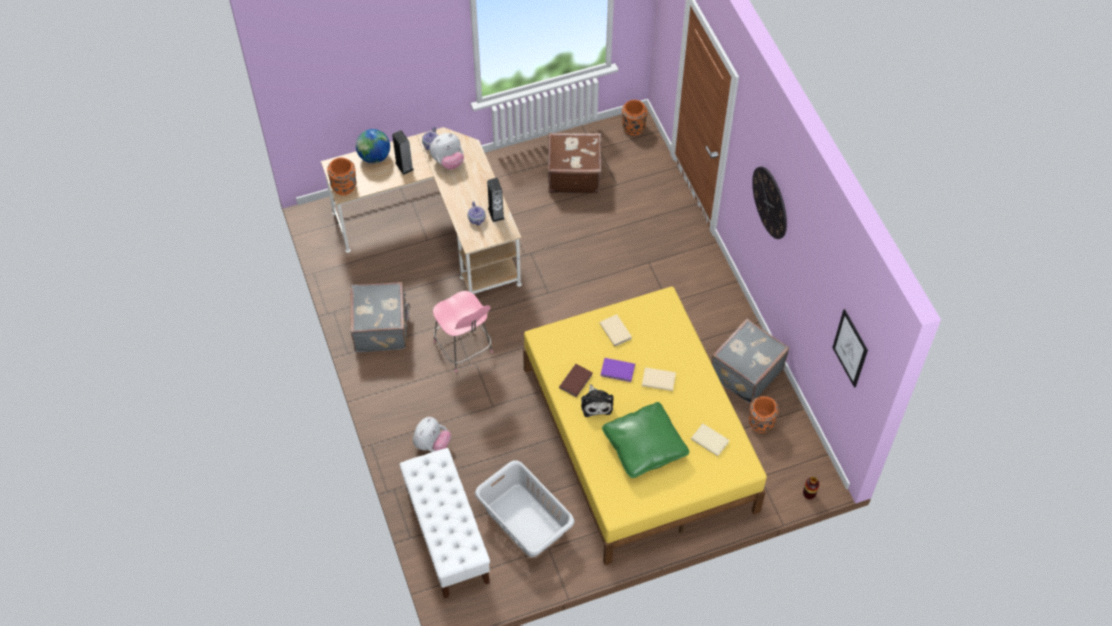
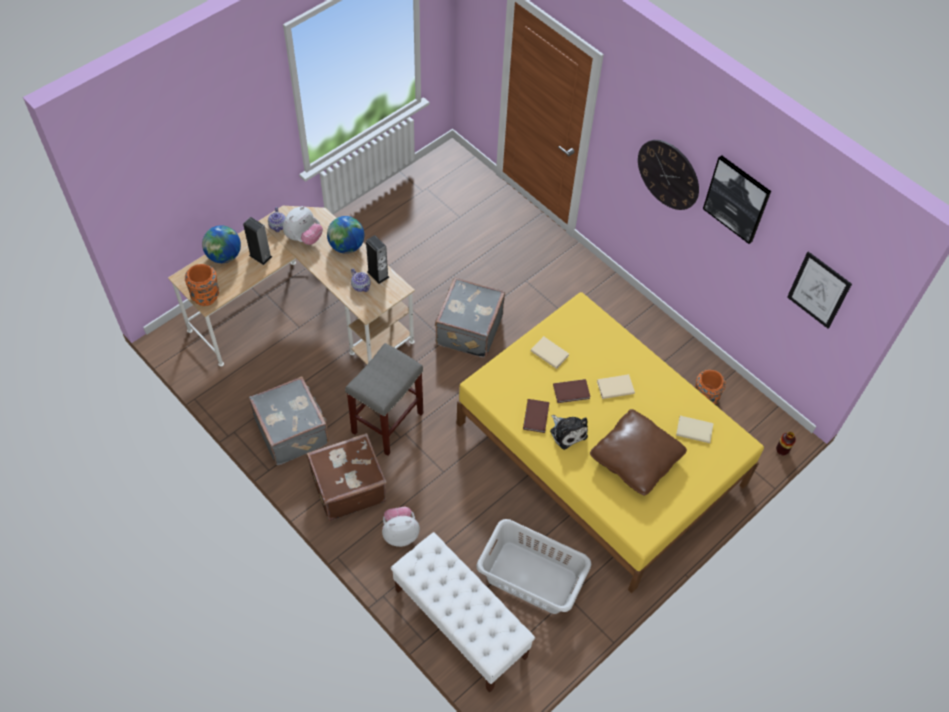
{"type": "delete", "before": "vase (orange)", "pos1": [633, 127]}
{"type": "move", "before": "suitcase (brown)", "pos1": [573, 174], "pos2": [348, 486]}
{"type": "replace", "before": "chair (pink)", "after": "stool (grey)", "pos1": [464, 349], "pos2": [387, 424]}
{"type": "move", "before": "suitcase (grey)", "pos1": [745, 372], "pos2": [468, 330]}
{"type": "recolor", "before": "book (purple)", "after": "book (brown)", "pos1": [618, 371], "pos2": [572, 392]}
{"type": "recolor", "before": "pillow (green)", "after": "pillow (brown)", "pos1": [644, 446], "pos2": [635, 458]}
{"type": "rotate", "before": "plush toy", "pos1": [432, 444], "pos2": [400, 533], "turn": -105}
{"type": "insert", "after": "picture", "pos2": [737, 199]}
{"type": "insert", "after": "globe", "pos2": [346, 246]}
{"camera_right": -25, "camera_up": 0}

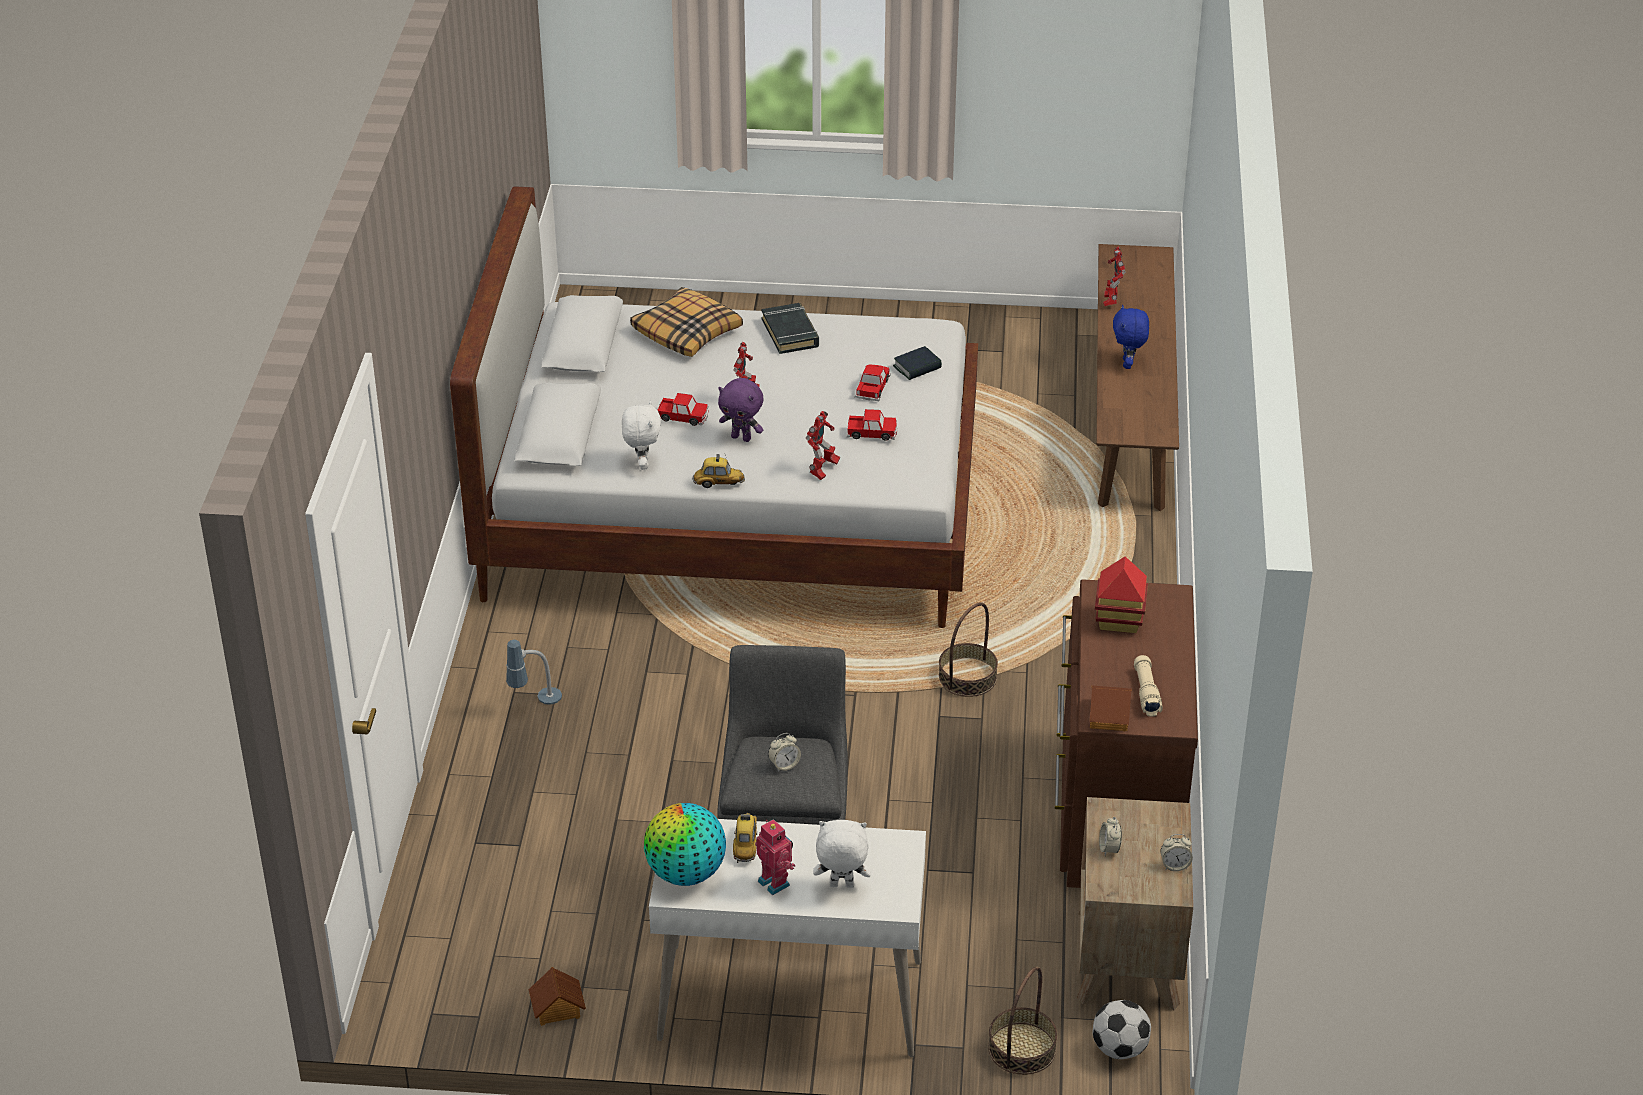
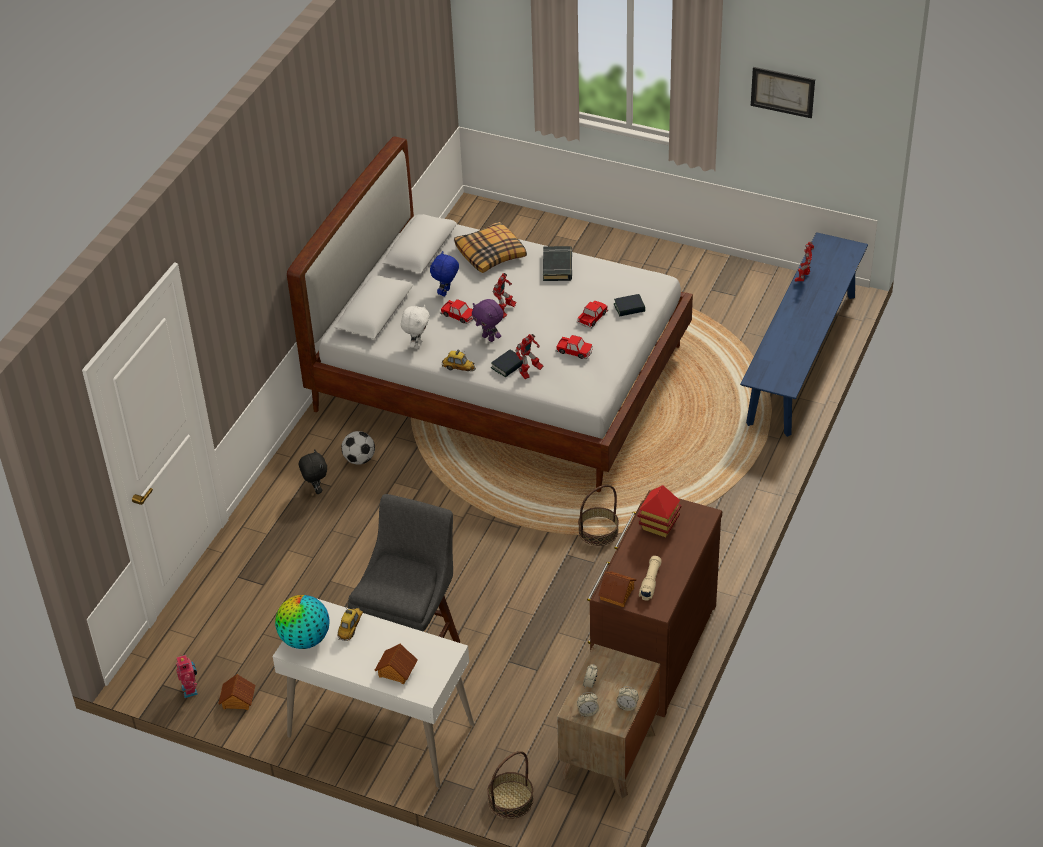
{"type": "recolor", "before": "bench (brown)", "after": "bench (blue)", "pos1": [1130, 412], "pos2": [802, 358]}
{"type": "move", "before": "plush toy (blue)", "pos1": [1128, 364], "pos2": [446, 292]}
{"type": "replace", "before": "table lamp", "after": "plush toy (black)", "pos1": [535, 704], "pos2": [316, 489]}
{"type": "move", "before": "alarm clock", "pos1": [784, 765], "pos2": [587, 712]}
{"type": "move", "before": "toy robot", "pos1": [775, 882], "pos2": [191, 690]}
{"type": "replace", "before": "plush toy (white)", "after": "toy house", "pos1": [841, 886], "pos2": [396, 671]}
{"type": "move", "before": "football", "pos1": [1119, 1049], "pos2": [359, 459]}
{"type": "insert", "after": "picture", "pos2": [782, 92]}
{"type": "insert", "after": "book", "pos2": [508, 366]}
{"camera_right": 20, "camera_up": 5}

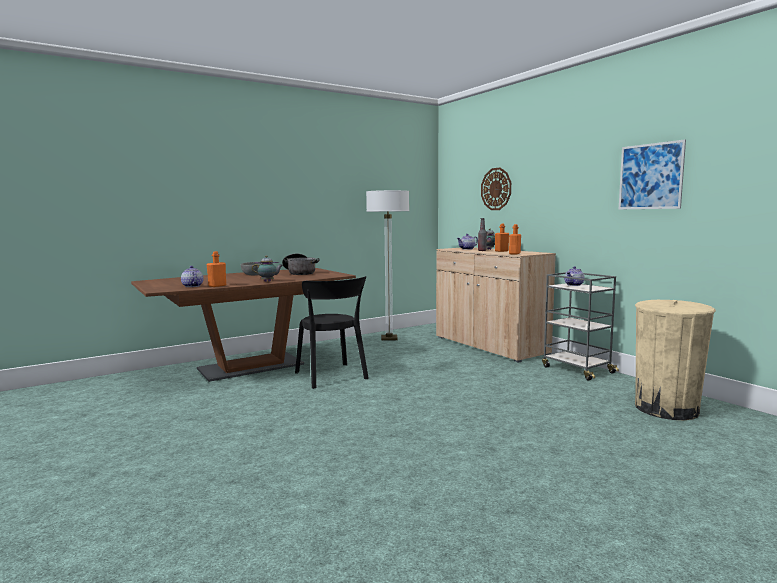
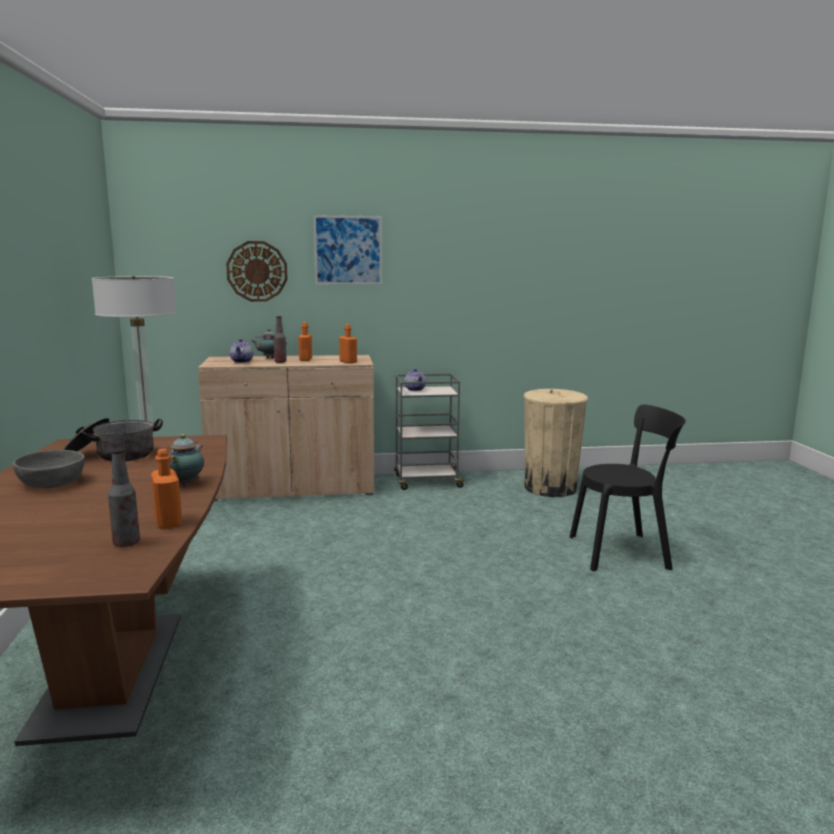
{"type": "move", "before": "picture", "pos1": [650, 176], "pos2": [348, 250]}
{"type": "replace", "before": "teapot", "after": "bottle", "pos1": [192, 286], "pos2": [126, 543]}
{"type": "move", "before": "chair (black)", "pos1": [332, 377], "pos2": [623, 552]}
{"camera_right": -65, "camera_up": 5}

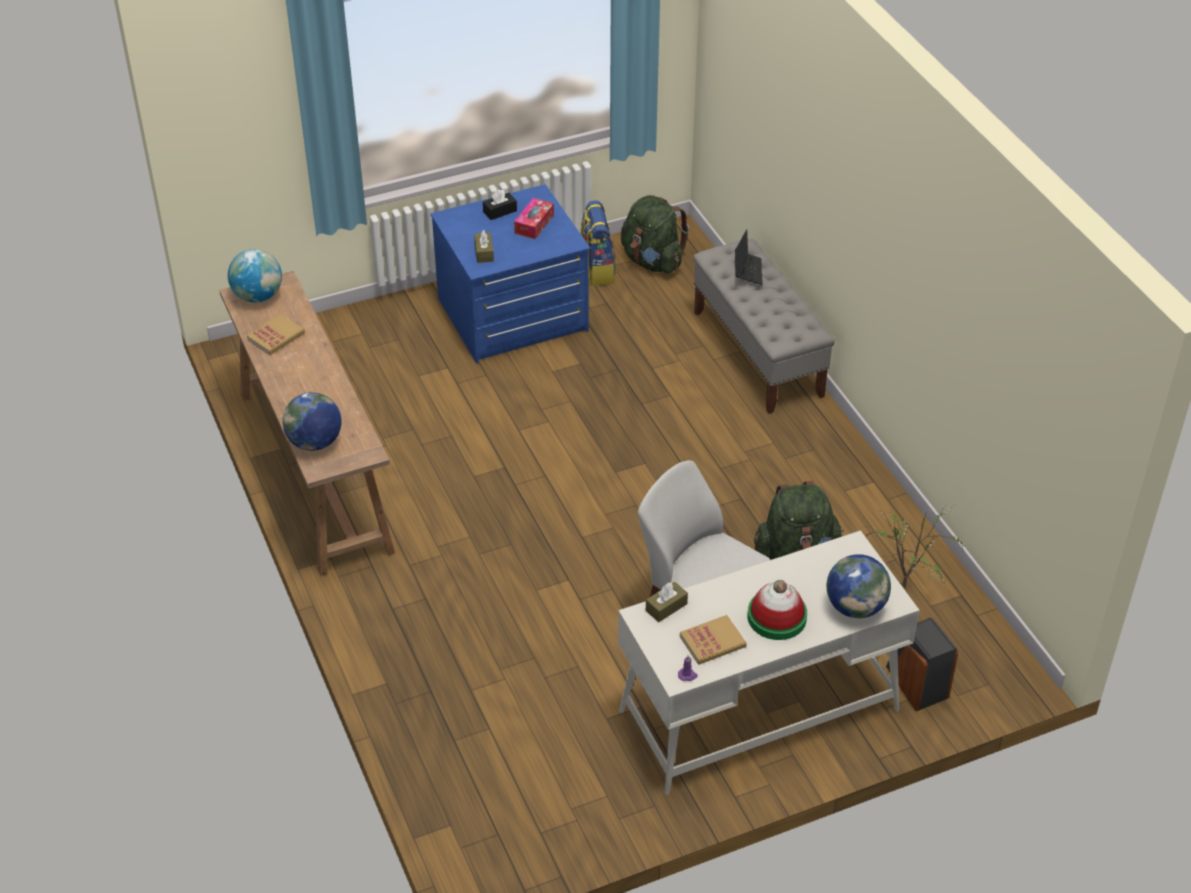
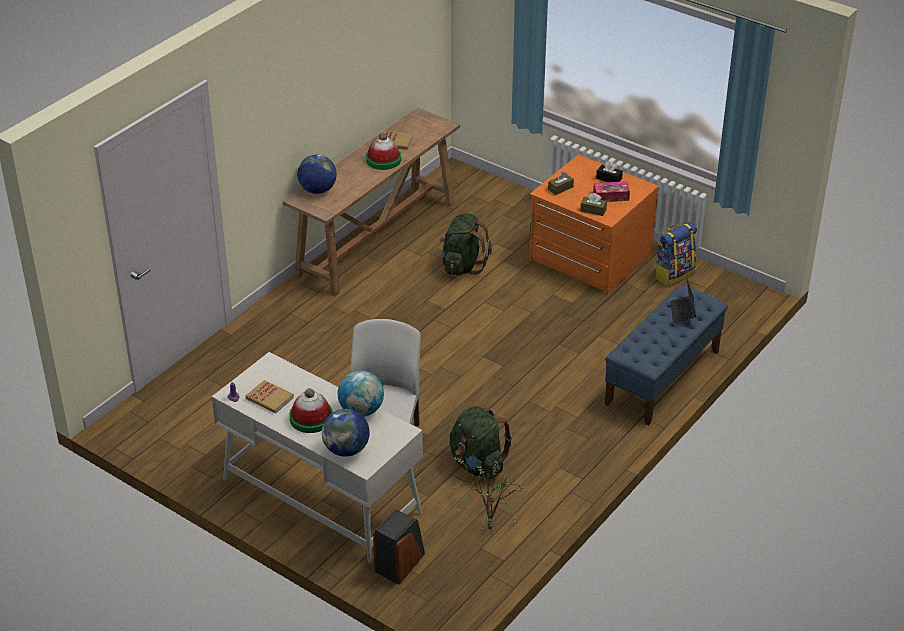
{"type": "recolor", "before": "dresser (blue)", "after": "dresser (orange)", "pos1": [513, 316], "pos2": [589, 258]}
{"type": "move", "before": "backpack (green)", "pos1": [652, 261], "pos2": [462, 265]}
{"type": "rotate", "before": "laptop", "pos1": [748, 271], "pos2": [682, 312], "turn": 120}
{"type": "recolor", "before": "bench (grey)", "after": "bench (blue)", "pos1": [758, 354], "pos2": [662, 378]}
{"type": "move", "before": "globe", "pos1": [258, 296], "pos2": [361, 410]}
{"type": "move", "before": "tissue box (brown)", "pos1": [666, 607], "pos2": [593, 210]}
{"type": "insert", "after": "hat", "pos2": [383, 160]}
{"camera_right": 60, "camera_up": -5}

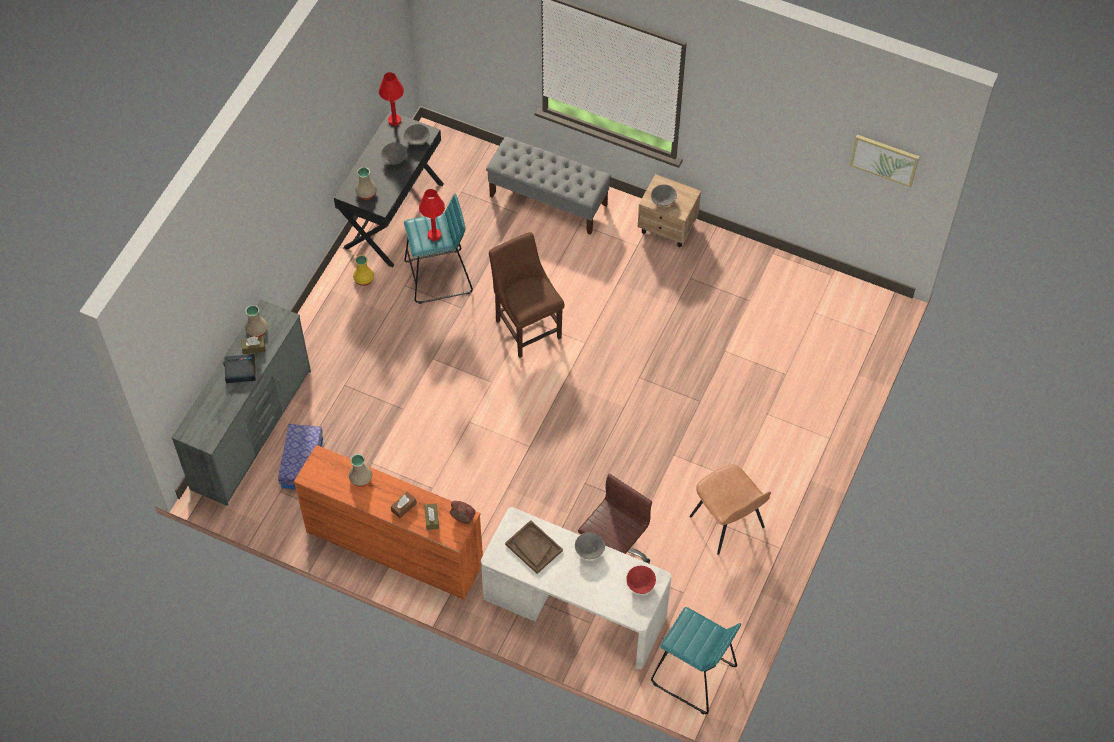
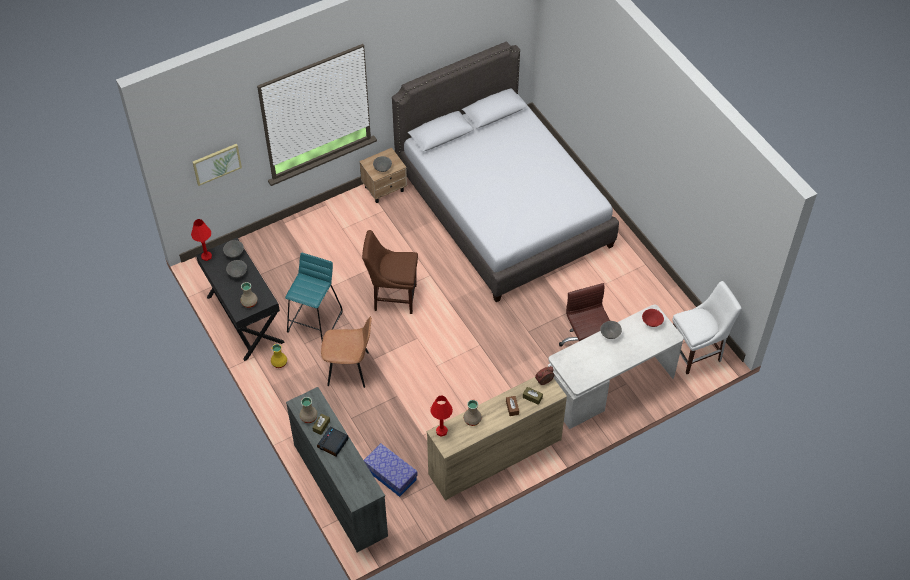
{"type": "move", "before": "picture", "pos1": [884, 159], "pos2": [216, 164]}
{"type": "delete", "before": "bench (grey)", "pos1": [549, 200]}
{"type": "move", "before": "table lamp (red)", "pos1": [434, 235], "pos2": [441, 431]}
{"type": "recolor", "before": "dresser (orange)", "after": "dresser (beige)", "pos1": [394, 547], "pos2": [494, 456]}
{"type": "move", "before": "chair (brown)", "pos1": [728, 523], "pos2": [349, 369]}
{"type": "delete", "before": "tray (brown)", "pos1": [533, 547]}
{"type": "replace", "before": "stool (turquoise)", "after": "chair (white)", "pos1": [694, 676], "pos2": [697, 353]}
{"type": "insert", "after": "bed (grey)", "pos2": [503, 208]}
{"camera_right": -55, "camera_up": -5}

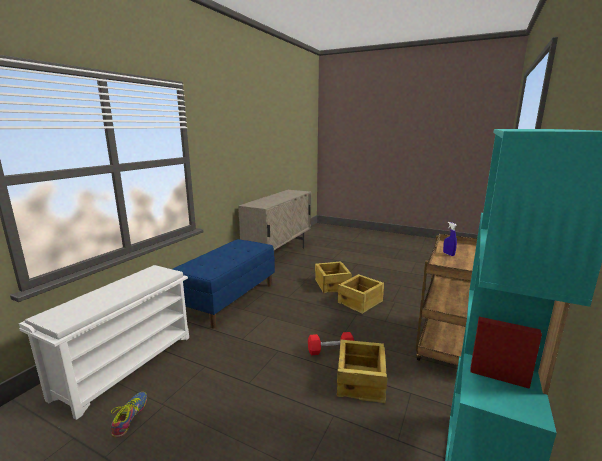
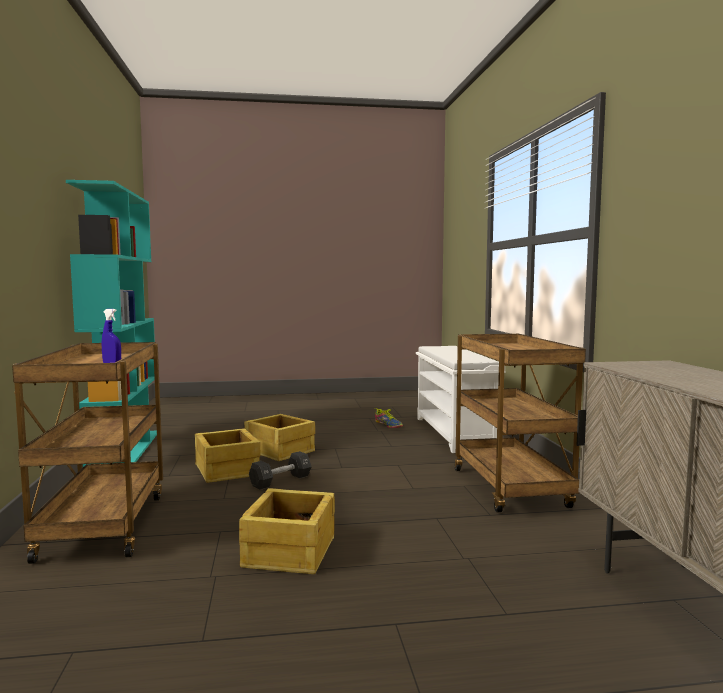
{"type": "replace", "before": "bench (blue)", "after": "cart (brown)", "pos1": [229, 299], "pos2": [512, 489]}
{"type": "move", "before": "crate", "pos1": [332, 285], "pos2": [279, 451]}
{"type": "recolor", "before": "dumbbell (red)", "after": "dumbbell (black)", "pos1": [330, 350], "pos2": [280, 481]}
{"camera_right": 145, "camera_up": -10}

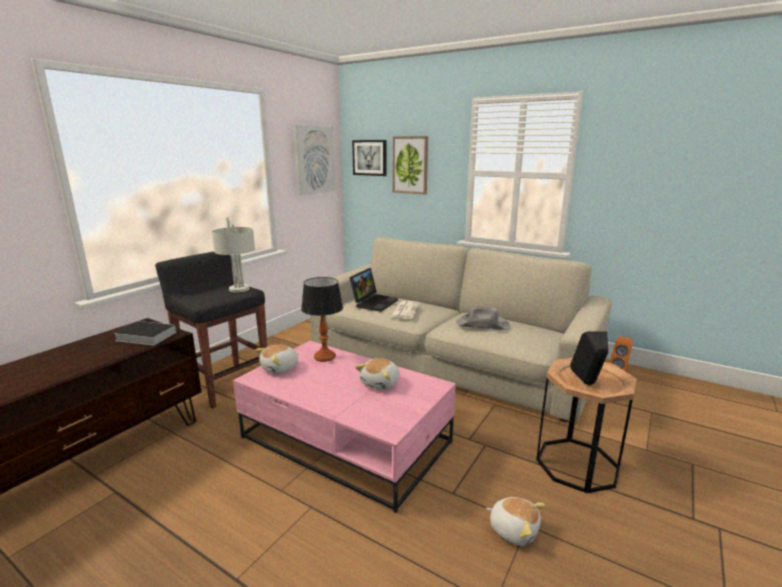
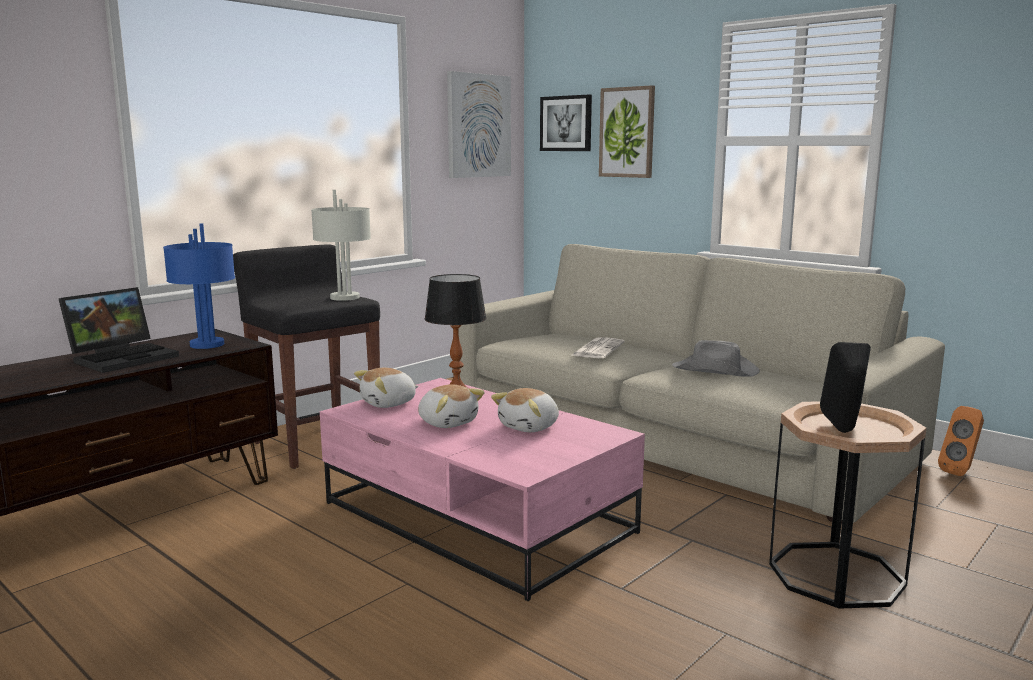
{"type": "move", "before": "laptop", "pos1": [374, 302], "pos2": [124, 357]}
{"type": "replace", "before": "book", "after": "table lamp (blue)", "pos1": [144, 336], "pos2": [207, 345]}
{"type": "move", "before": "plush toy", "pos1": [514, 529], "pos2": [448, 422]}
{"camera_right": 10, "camera_up": -5}

